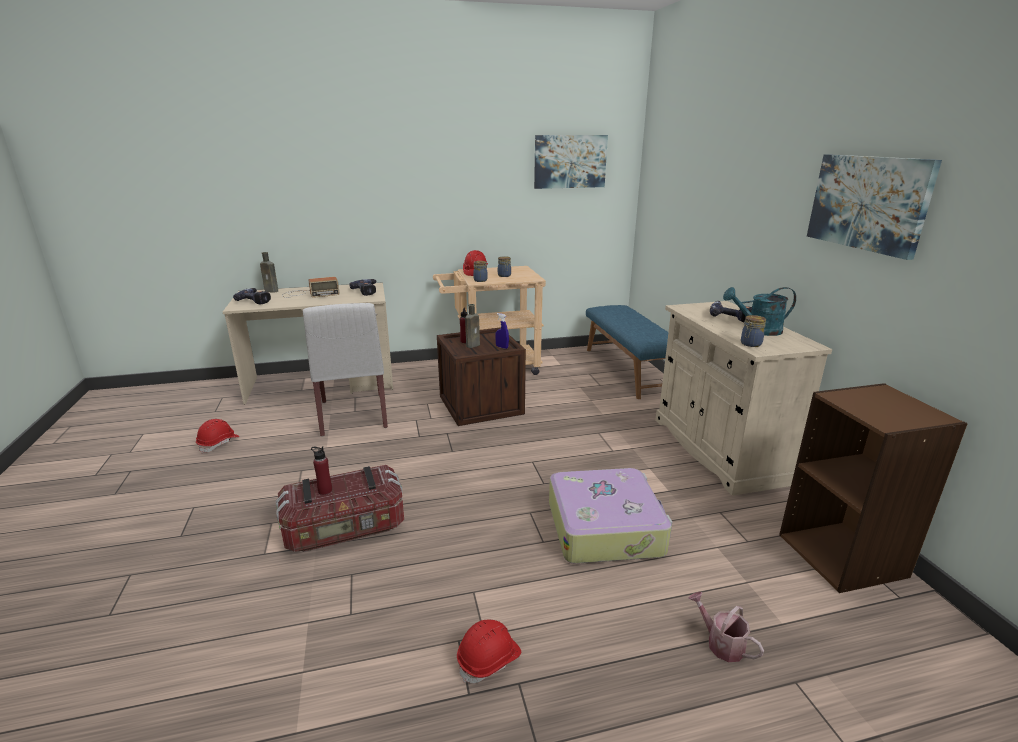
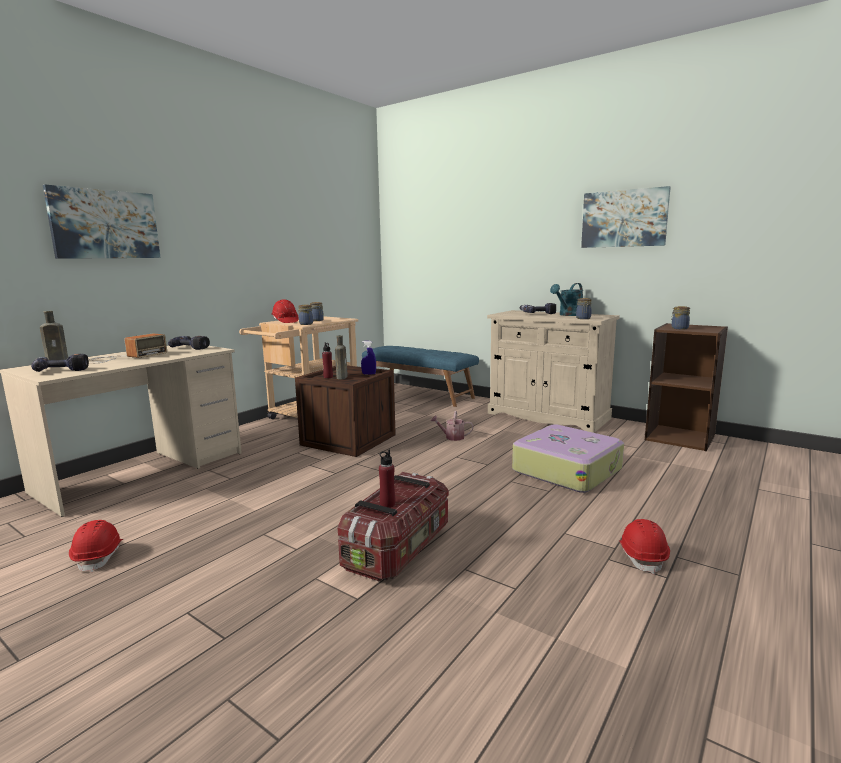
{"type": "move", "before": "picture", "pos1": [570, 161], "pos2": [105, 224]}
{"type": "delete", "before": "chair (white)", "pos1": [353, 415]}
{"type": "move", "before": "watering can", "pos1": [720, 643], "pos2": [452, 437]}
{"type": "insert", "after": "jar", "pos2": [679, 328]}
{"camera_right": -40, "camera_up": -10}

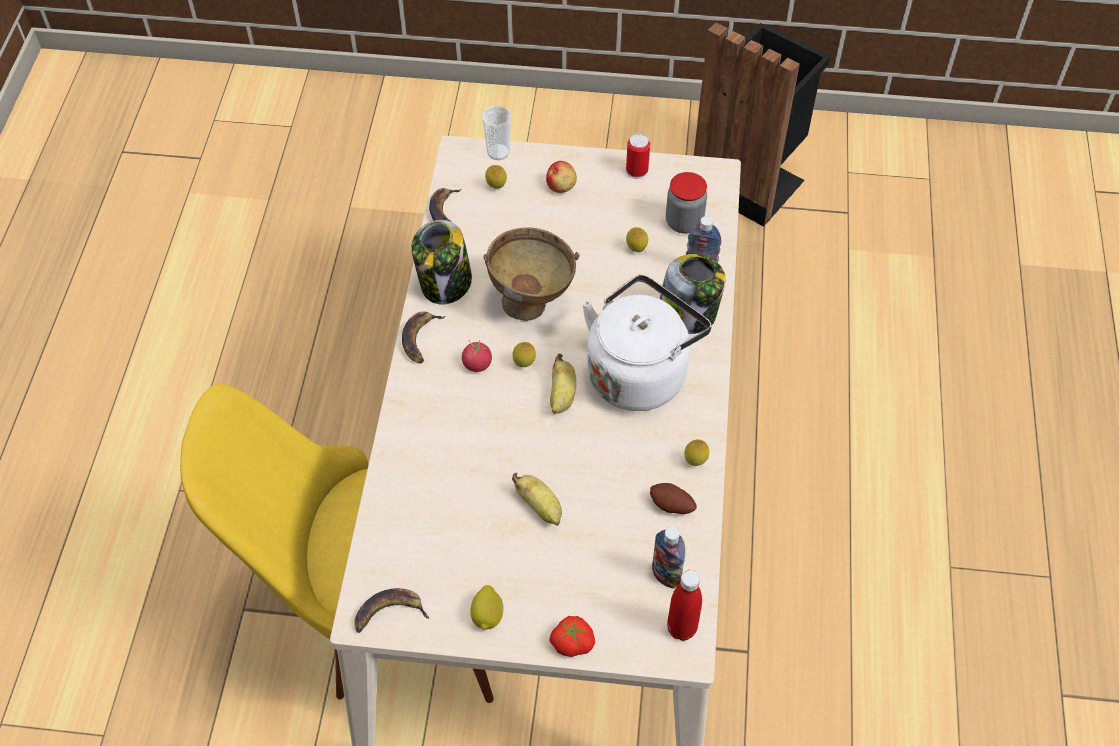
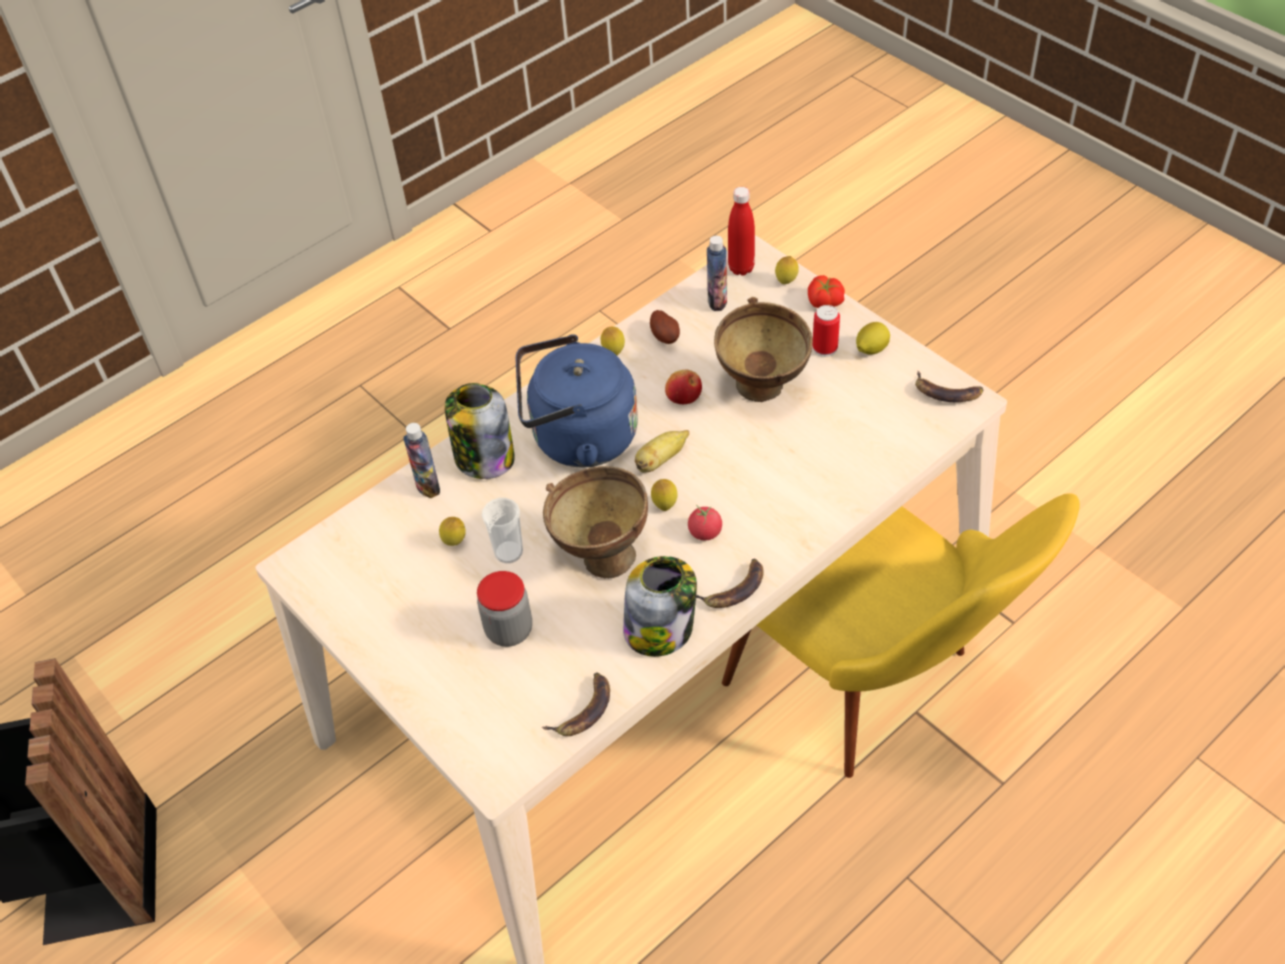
{"type": "move", "before": "cup", "pos1": [498, 152], "pos2": [508, 552]}
{"type": "move", "before": "can", "pos1": [637, 171], "pos2": [825, 348]}
{"type": "move", "before": "apple", "pos1": [561, 185], "pos2": [683, 397]}
{"type": "move", "before": "lemon", "pos1": [496, 187], "pos2": [786, 282]}
{"type": "move", "before": "jar", "pos1": [684, 222], "pos2": [509, 630]}
{"type": "recolor", "before": "kettle (white)", "after": "kettle (blue)", "pos1": [639, 372], "pos2": [578, 439]}
{"type": "replace", "before": "banana", "after": "bowl (brown)", "pos1": [540, 507], "pos2": [763, 392]}
{"camera_right": -135, "camera_up": -5}

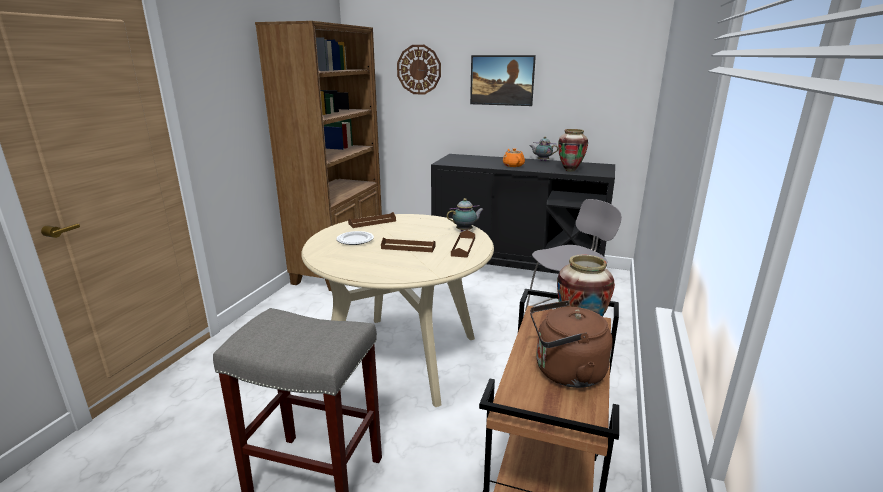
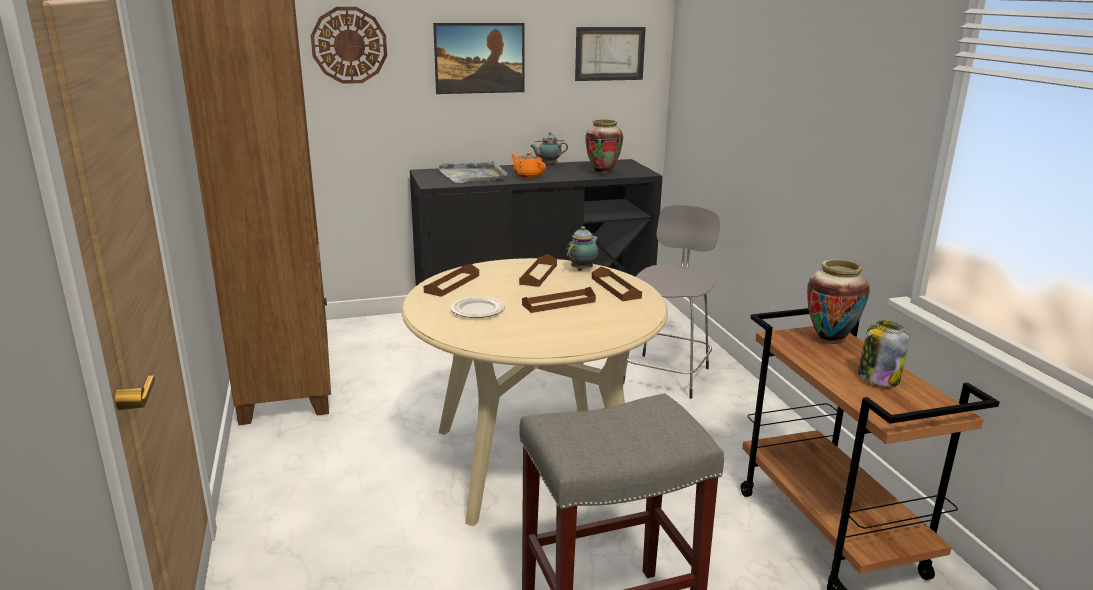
{"type": "replace", "before": "kettle (brown)", "after": "jar", "pos1": [565, 372], "pos2": [878, 378]}
{"type": "insert", "after": "picture", "pos2": [609, 53]}
{"type": "insert", "after": "tray (grey)", "pos2": [473, 176]}
{"type": "insert", "after": "tray (brown)", "pos2": [538, 274]}
{"camera_right": -35, "camera_up": 0}

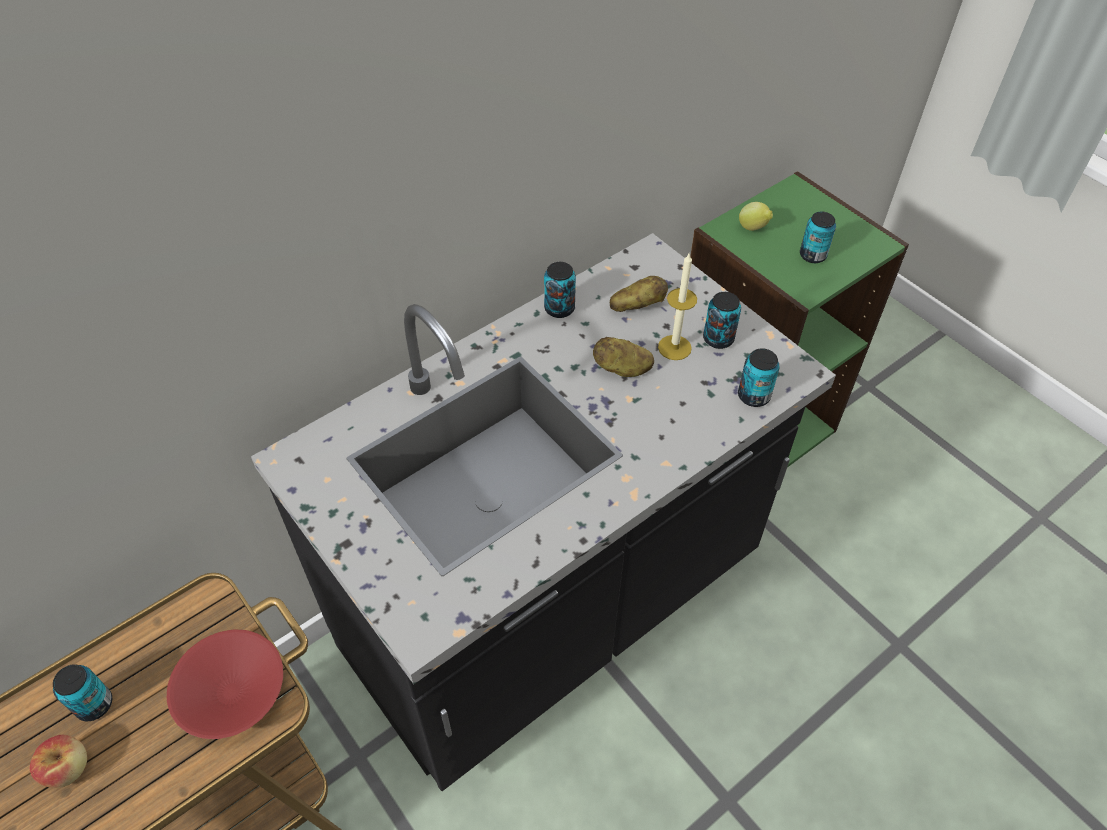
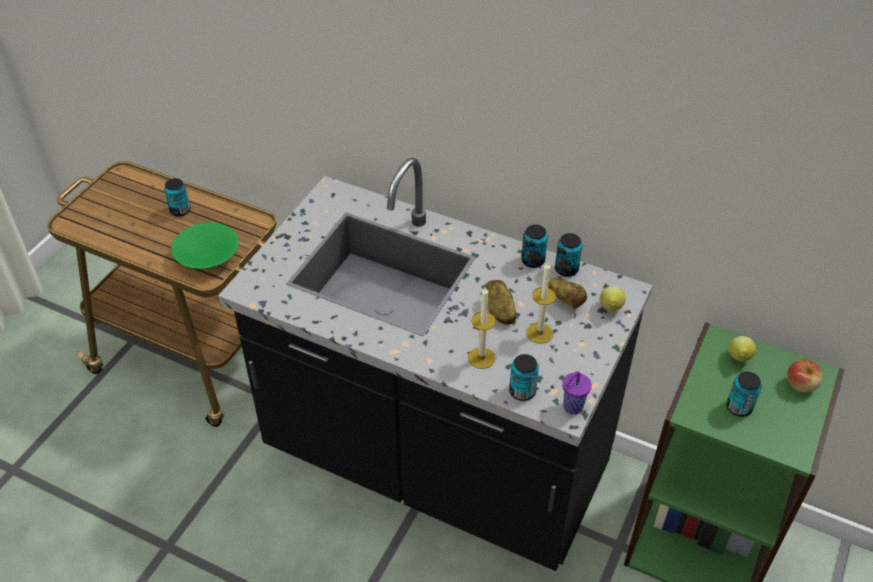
{"type": "move", "before": "can", "pos1": [718, 339], "pos2": [566, 269]}
{"type": "recolor", "before": "bowl (red)", "after": "bowl (green)", "pos1": [232, 694], "pos2": [206, 256]}
{"type": "move", "before": "apple", "pos1": [68, 768], "pos2": [801, 385]}
{"type": "insert", "after": "candle", "pos2": [481, 358]}
{"type": "insert", "after": "lemon", "pos2": [610, 309]}
{"type": "insert", "after": "cup (purple)", "pos2": [572, 407]}
{"camera_right": 65, "camera_up": -5}

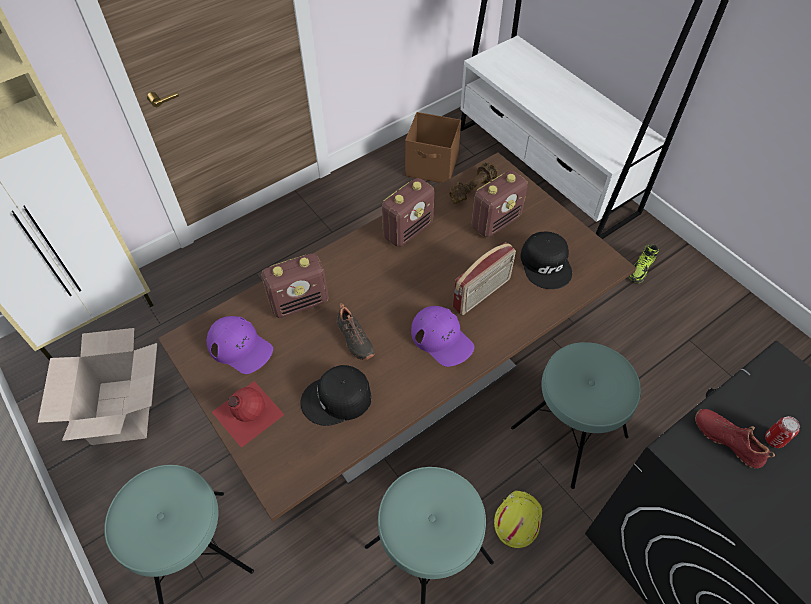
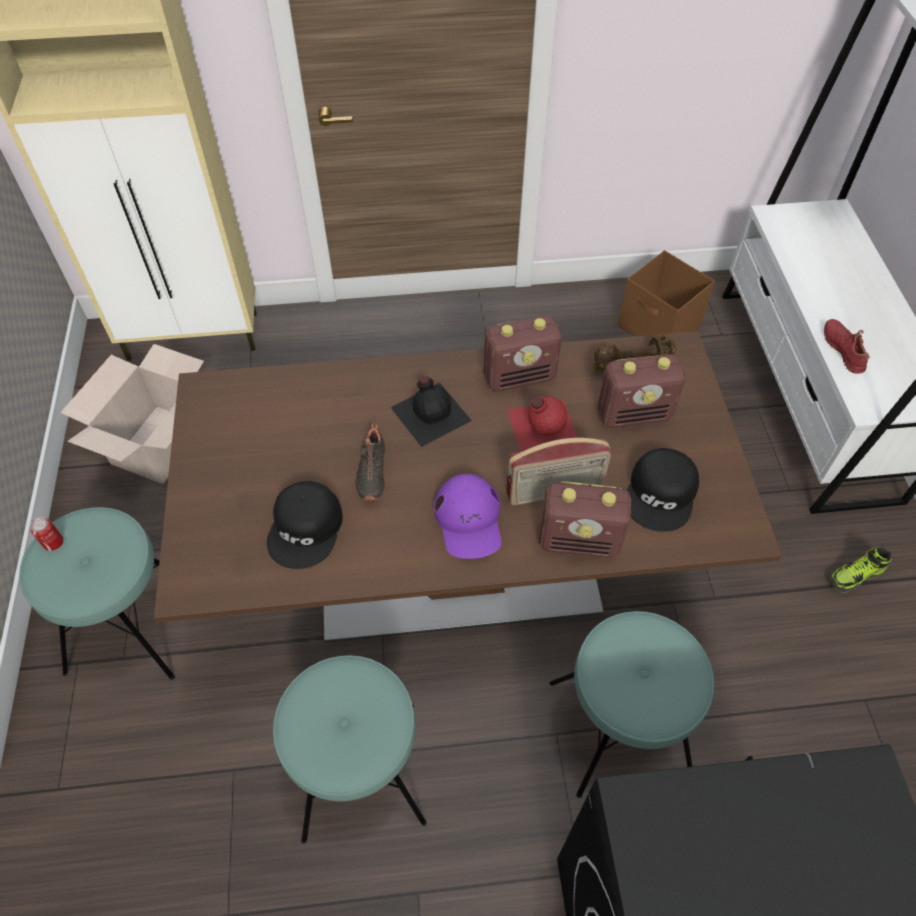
{"type": "move", "before": "radio", "pos1": [300, 302], "pos2": [580, 541]}
{"type": "delete", "before": "cap (purple)", "pos1": [240, 347]}
{"type": "rotate", "before": "cap (black)", "pos1": [337, 399], "pos2": [306, 529], "turn": -90}
{"type": "move", "before": "bottle (red)", "pos1": [246, 413], "pos2": [541, 427]}
{"type": "move", "before": "shoe (red)", "pos1": [728, 439], "pos2": [844, 350]}
{"type": "move", "before": "can", "pos1": [774, 439], "pos2": [53, 543]}
{"type": "delete", "before": "hard hat (yellow)", "pos1": [516, 520]}
{"type": "insert", "after": "bottle (black)", "pos2": [431, 412]}
{"camera_right": 30, "camera_up": 0}

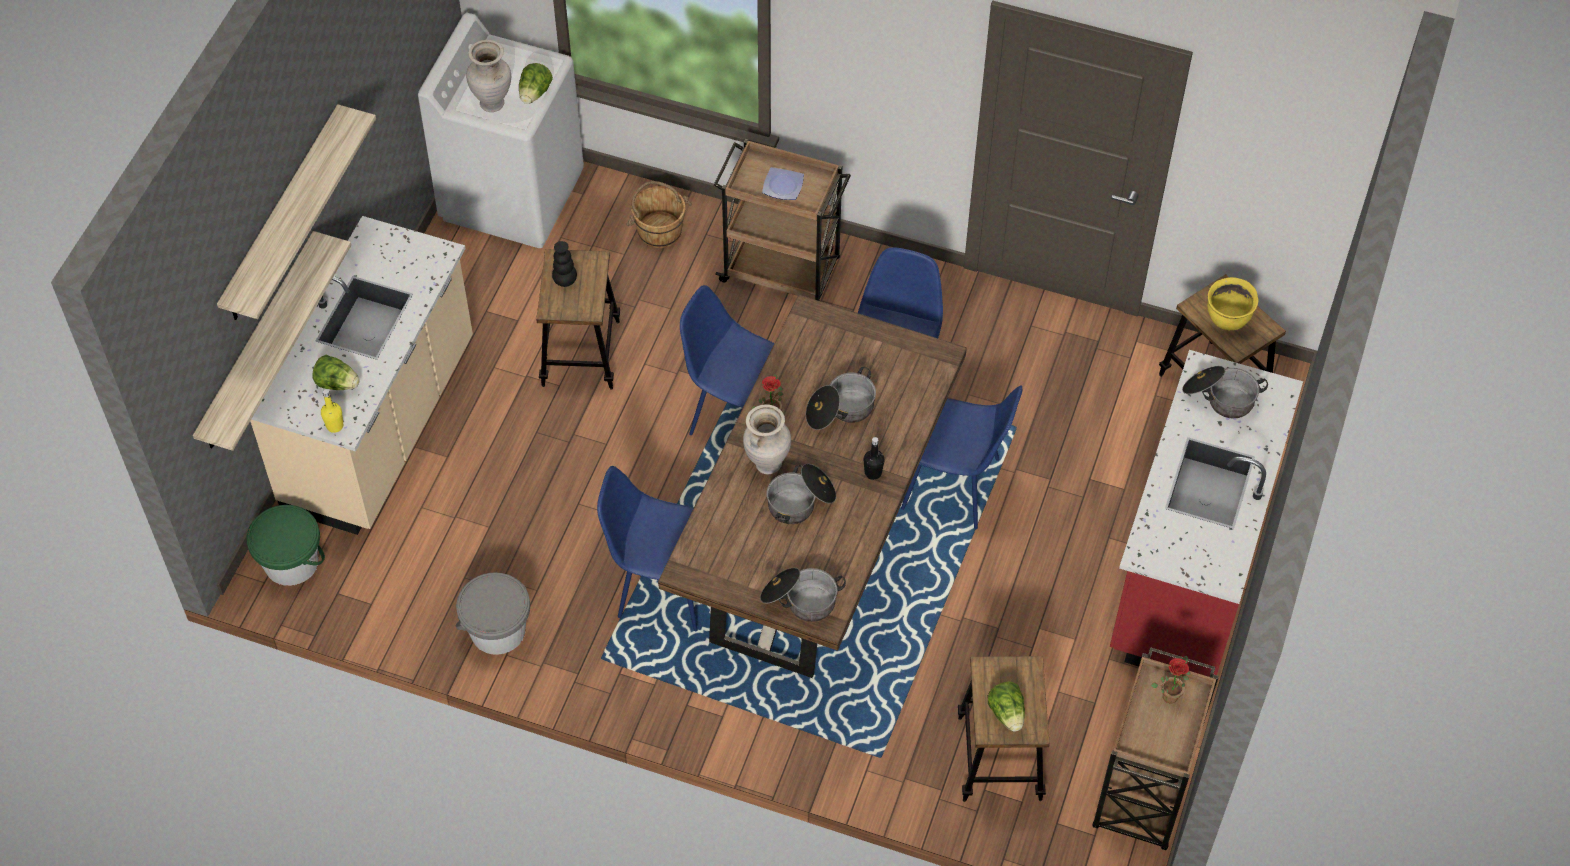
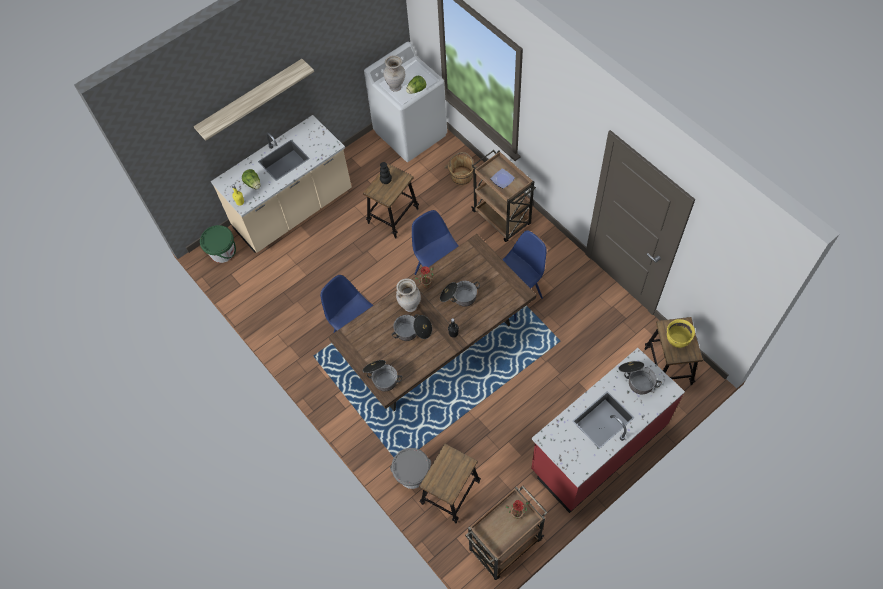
{"type": "delete", "before": "shelf", "pos1": [258, 344]}
{"type": "delete", "before": "chair (blue)", "pos1": [953, 485]}
{"type": "move", "before": "bucket (grey)", "pos1": [497, 630], "pos2": [412, 474]}
{"type": "delete", "before": "lettuce", "pos1": [1007, 713]}
{"camera_right": 35, "camera_up": 5}

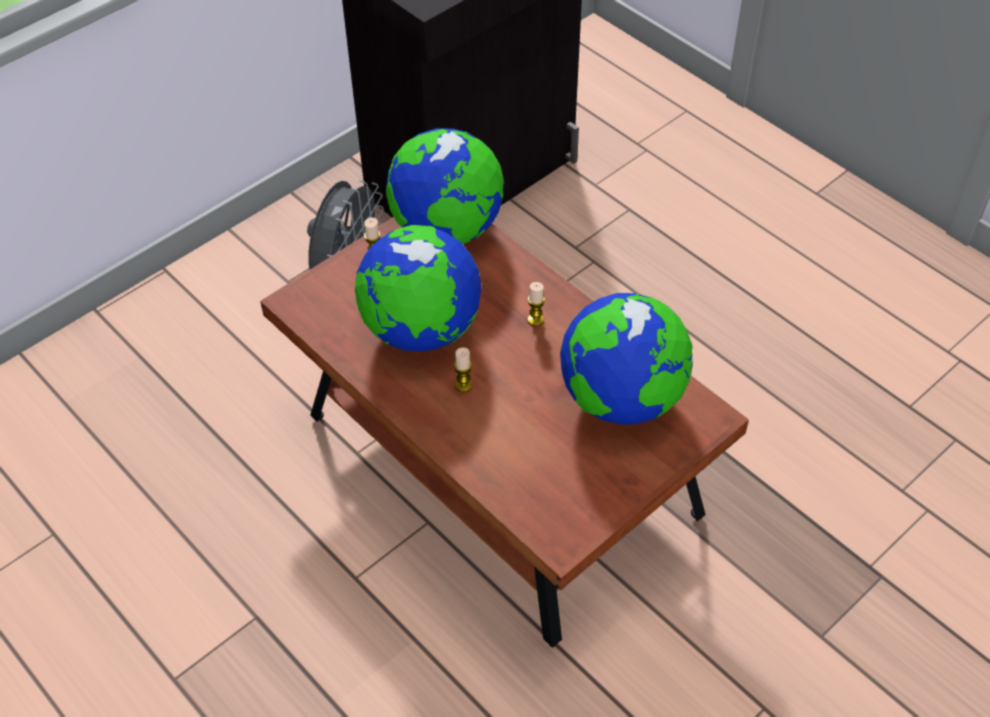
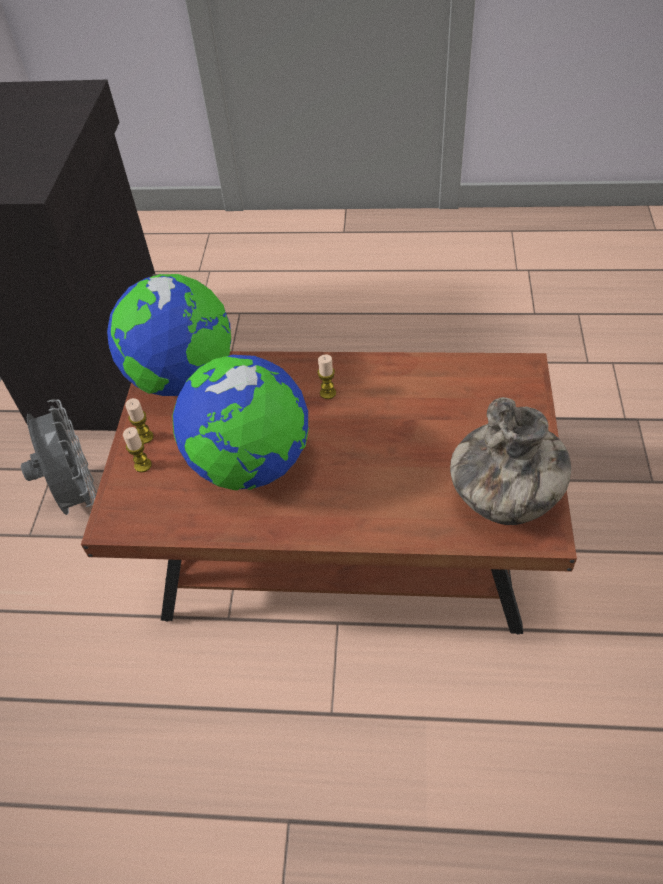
{"type": "delete", "before": "globe", "pos1": [622, 399]}
{"type": "move", "before": "candle", "pos1": [463, 385], "pos2": [143, 465]}
{"type": "insert", "after": "vase", "pos2": [504, 501]}
{"camera_right": -40, "camera_up": 0}

